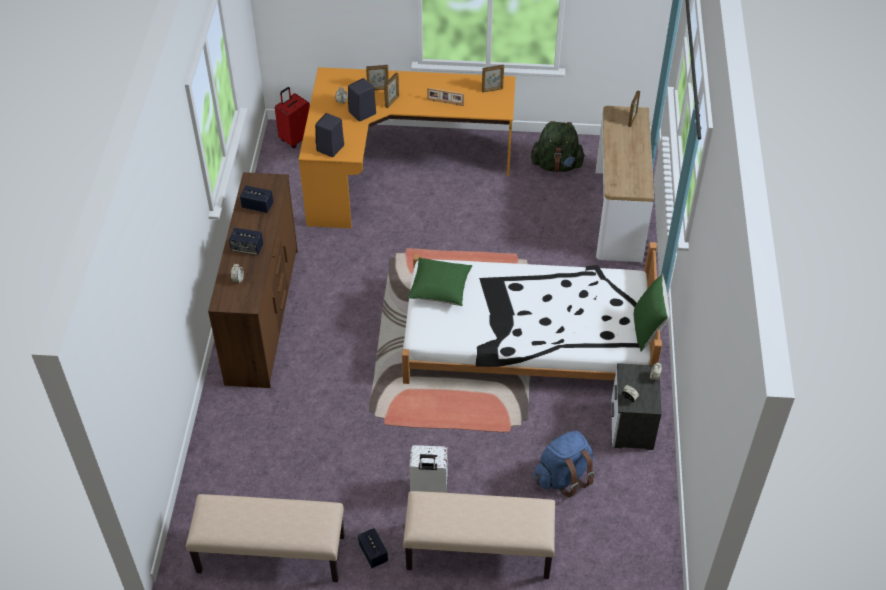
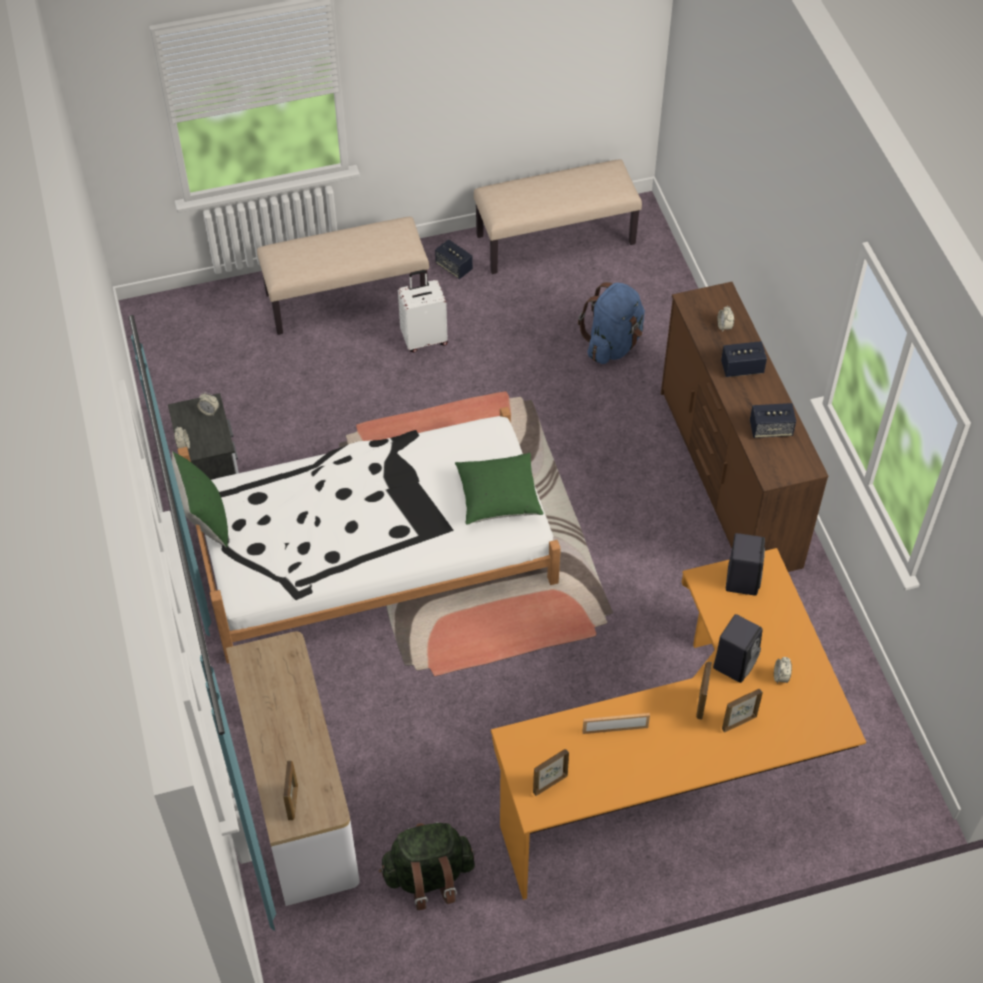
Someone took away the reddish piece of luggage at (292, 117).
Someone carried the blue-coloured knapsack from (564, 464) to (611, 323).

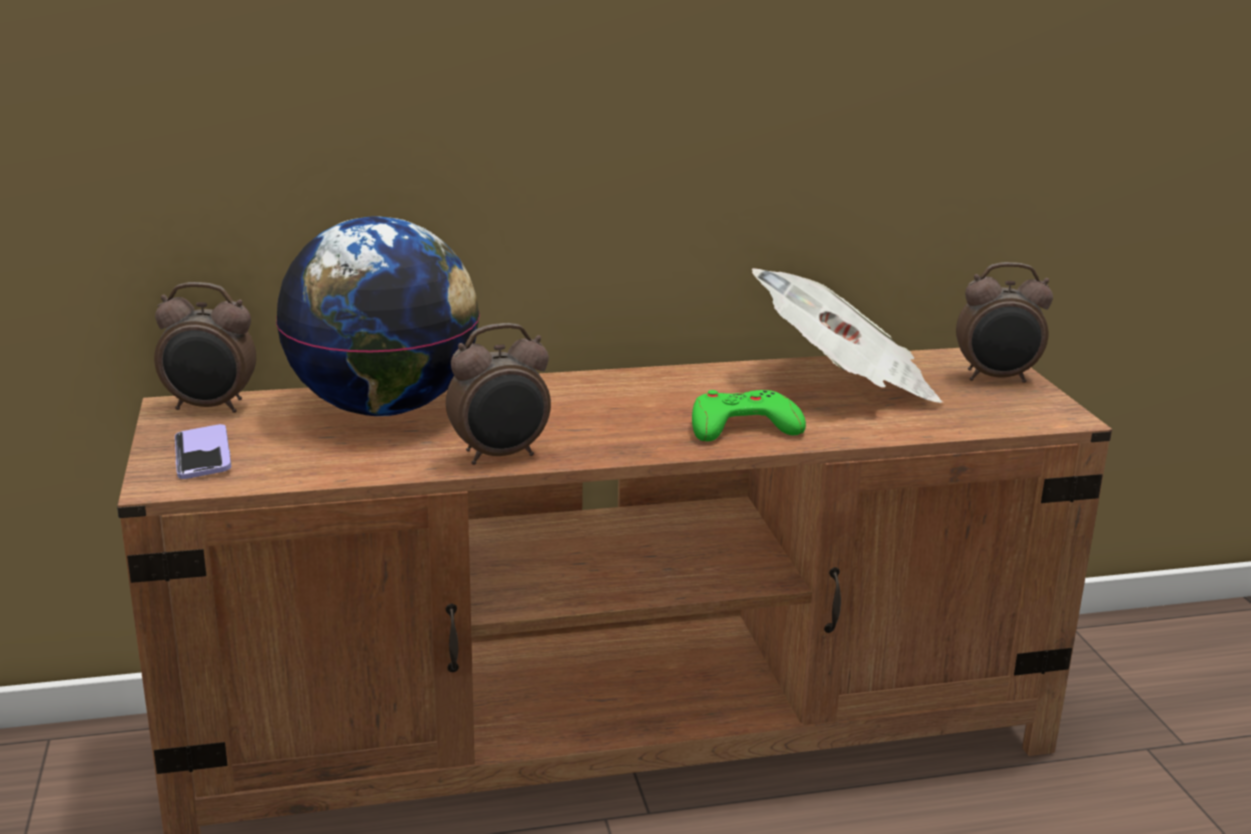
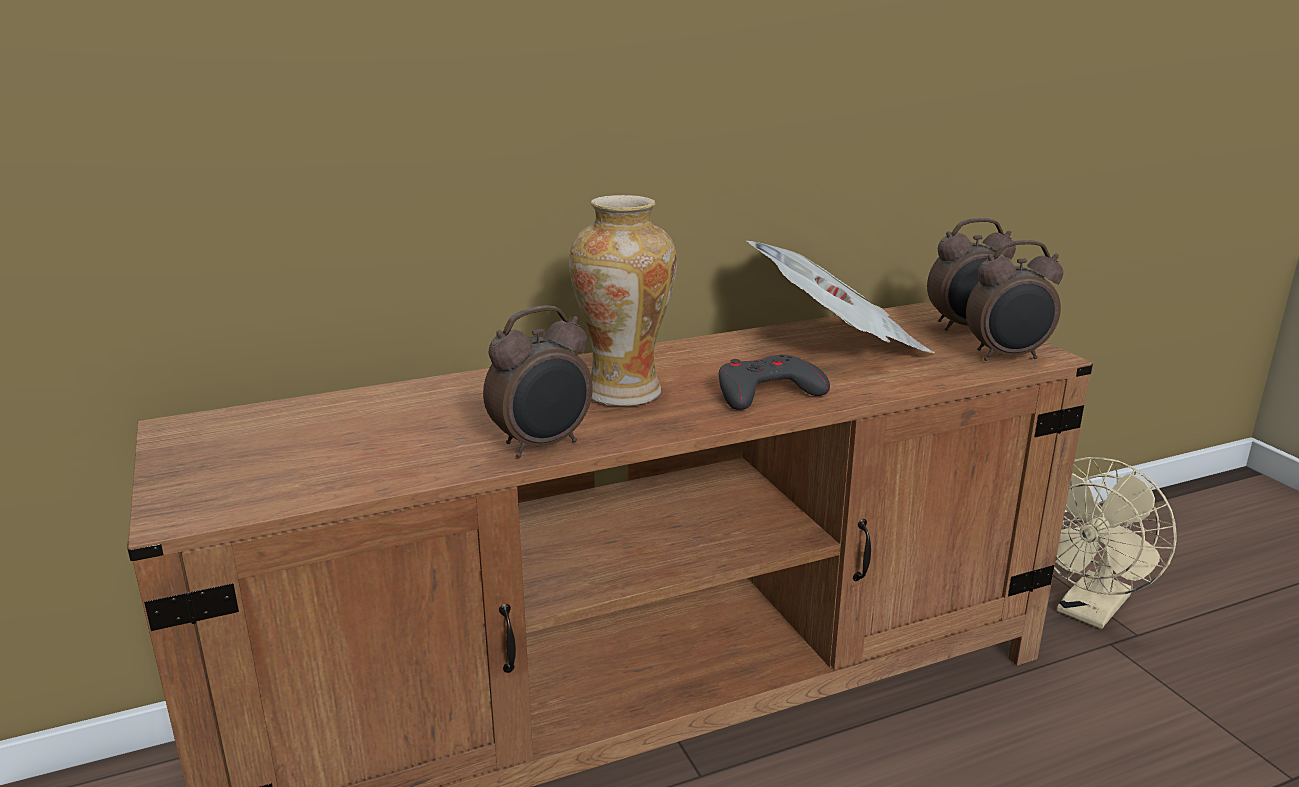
Someone took away the phone at (203, 451).
Someone took away the globe at (378, 316).
Someone put down the vase at (623, 300).
Someone put down the beige-coloured fan at (1115, 543).
Someone carried the alarm clock from (205, 347) to (1015, 300).
Someone repainted the greenish gamepad at (749, 415), which became the gray gamepad at (774, 382).

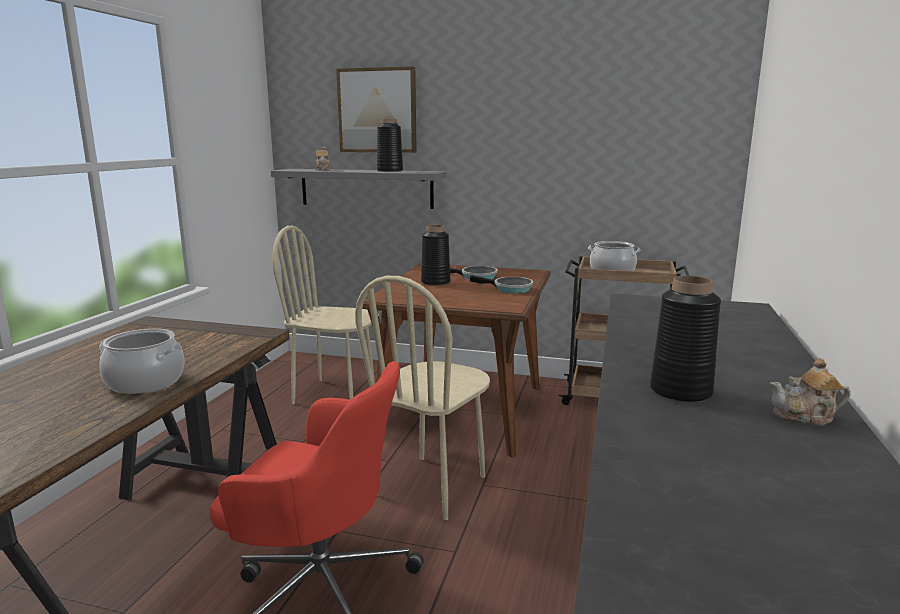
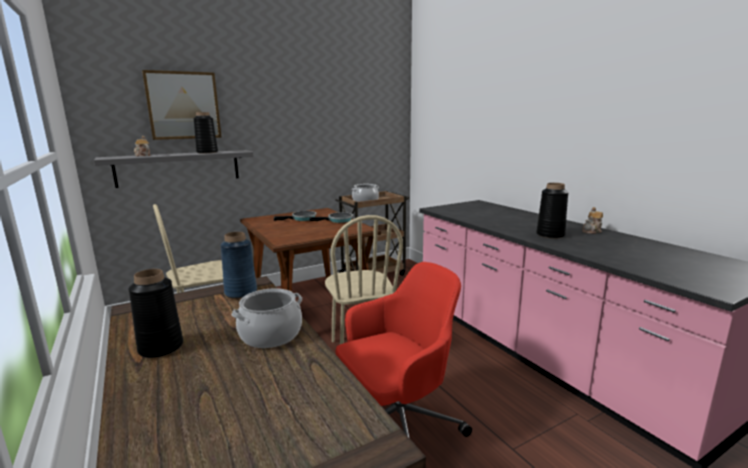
Someone put down the blue-coloured vase at (238, 265).
Someone carried the blackish vase from (435, 255) to (155, 313).

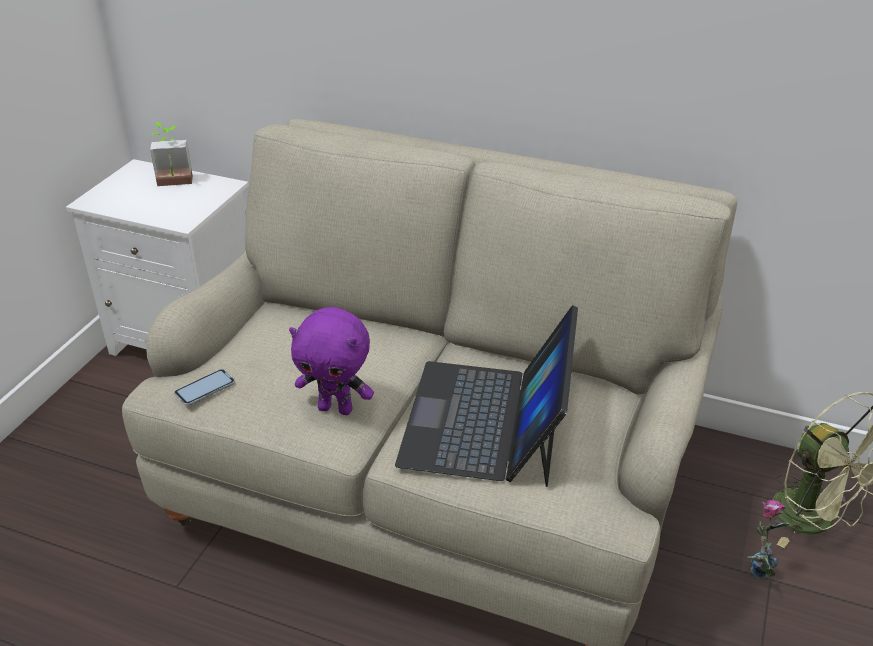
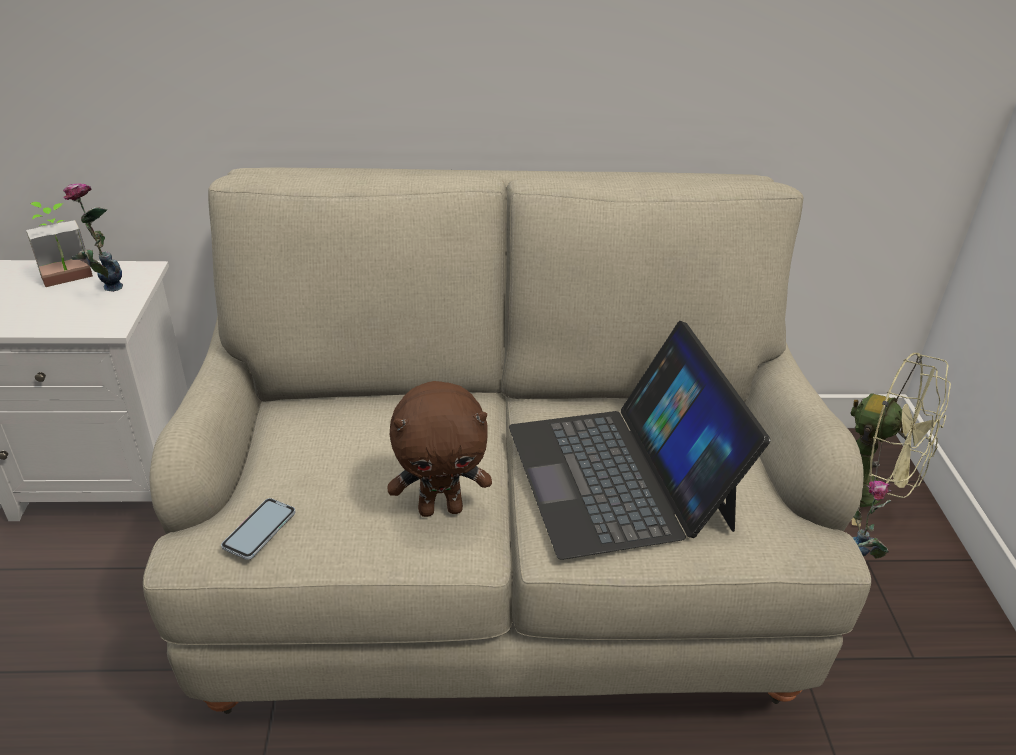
Someone put down the vase at (93, 237).
Someone repainted the purple soft toy at (331, 361), which became the brownish soft toy at (439, 449).

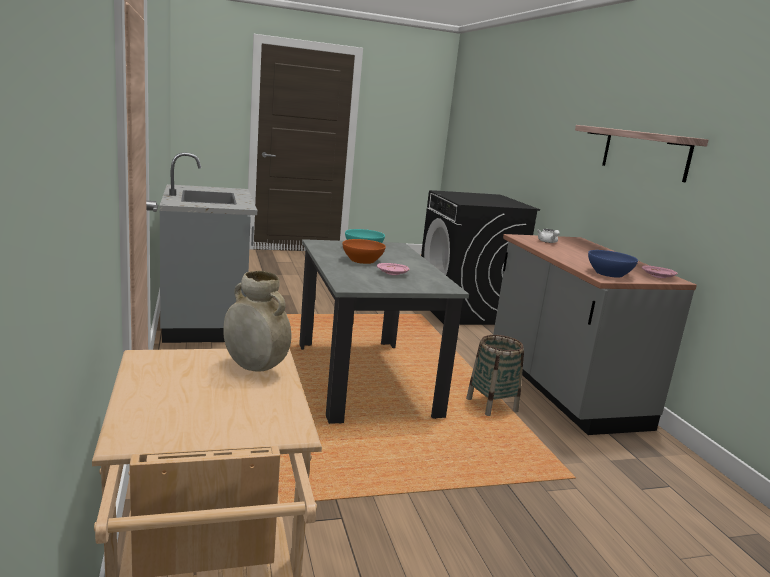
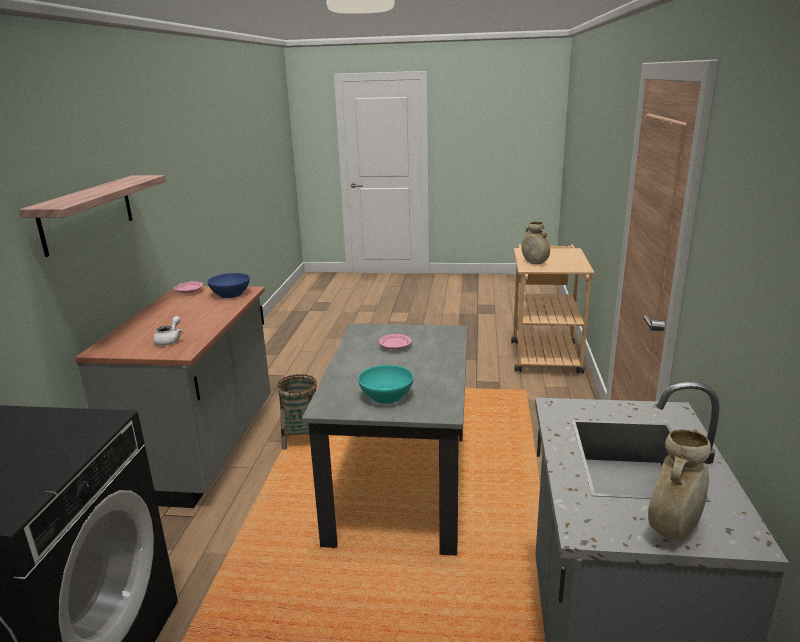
Someone took away the orange-coloured serving bowl at (364, 251).
Someone put down the beige-coloured vase at (679, 484).

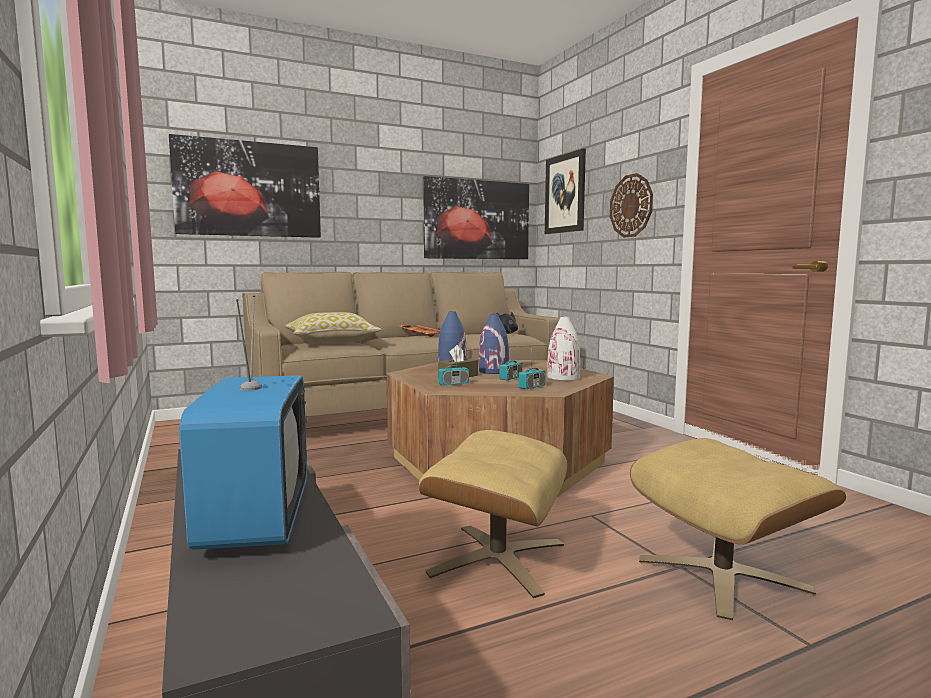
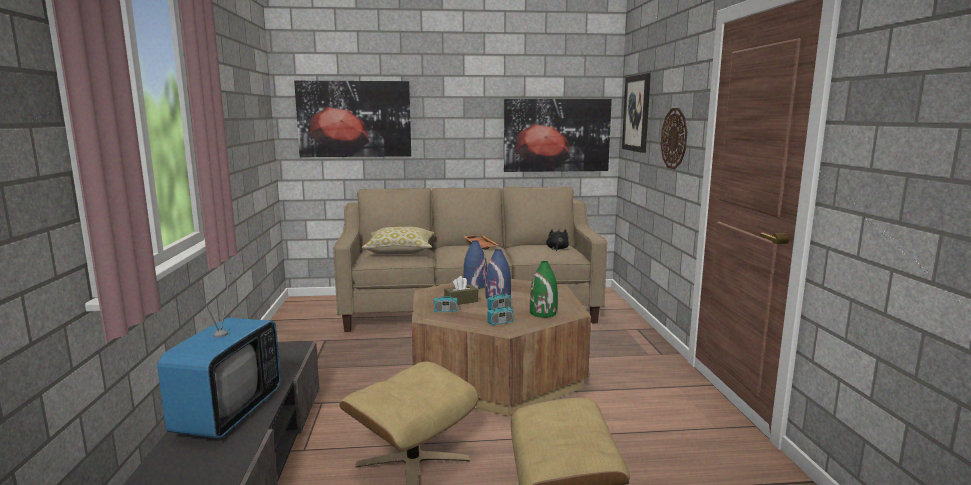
Someone repainted the white-coloured vase at (563, 349), which became the greenish vase at (544, 289).

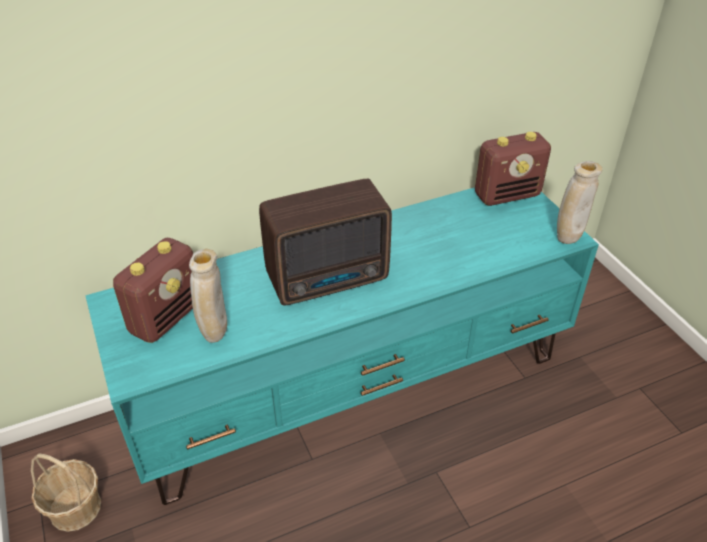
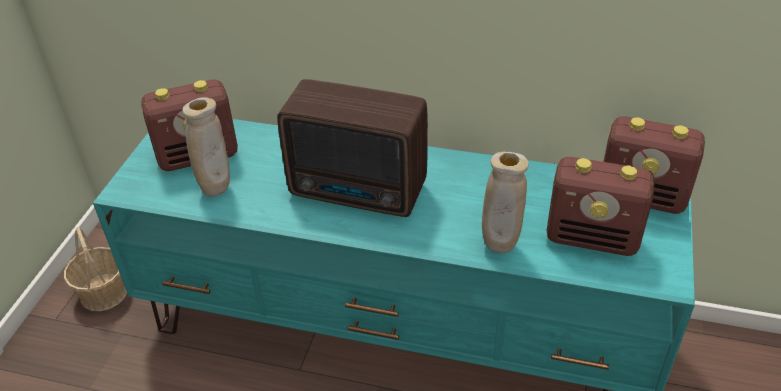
Someone put down the radio at (600, 206).
Someone carried the beige-coloured vase from (579, 202) to (505, 202).

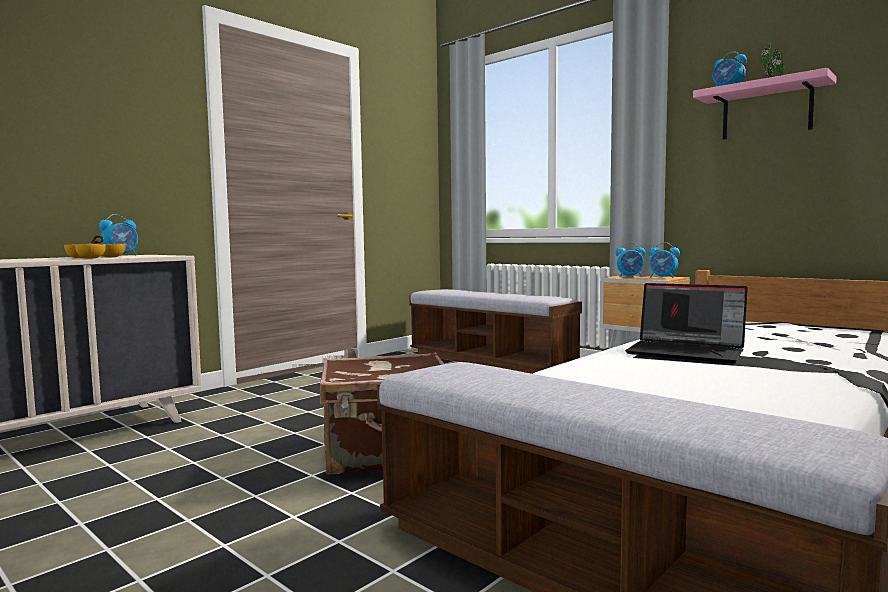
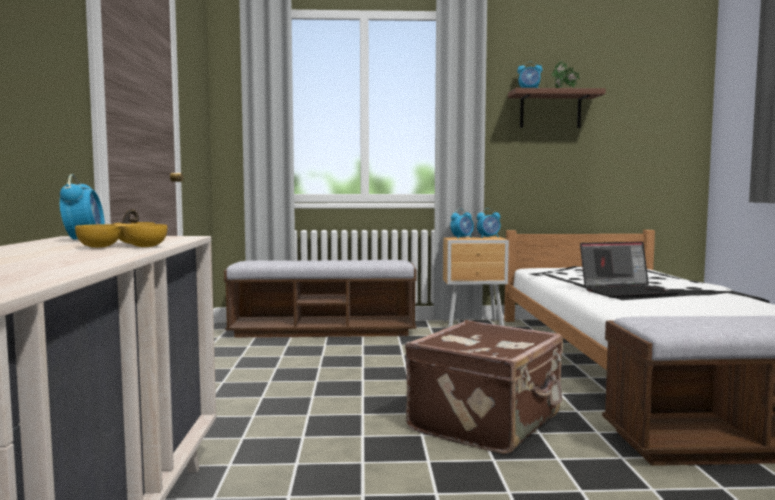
Someone repainted the pink shelf at (765, 103), which became the brownish shelf at (557, 108).

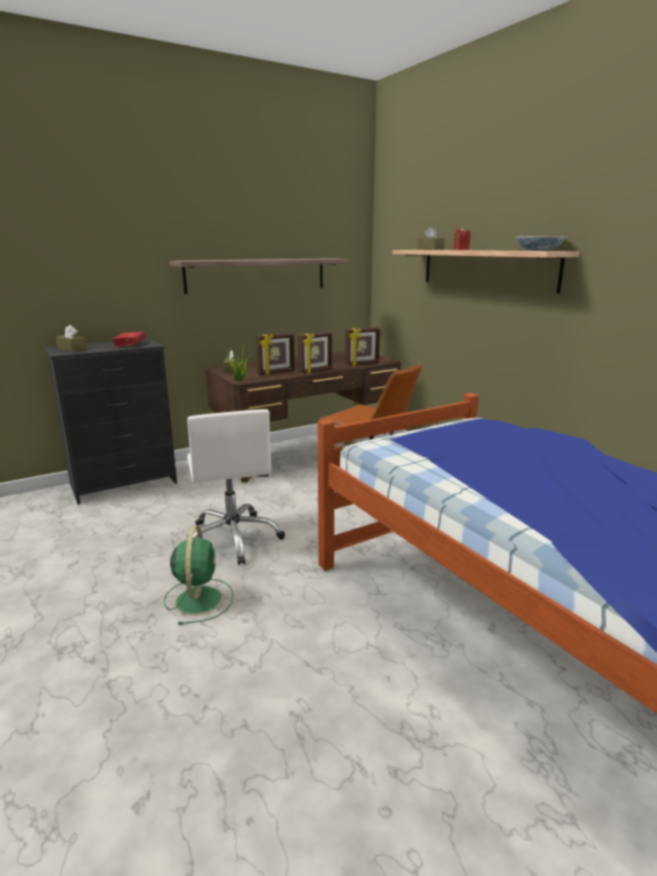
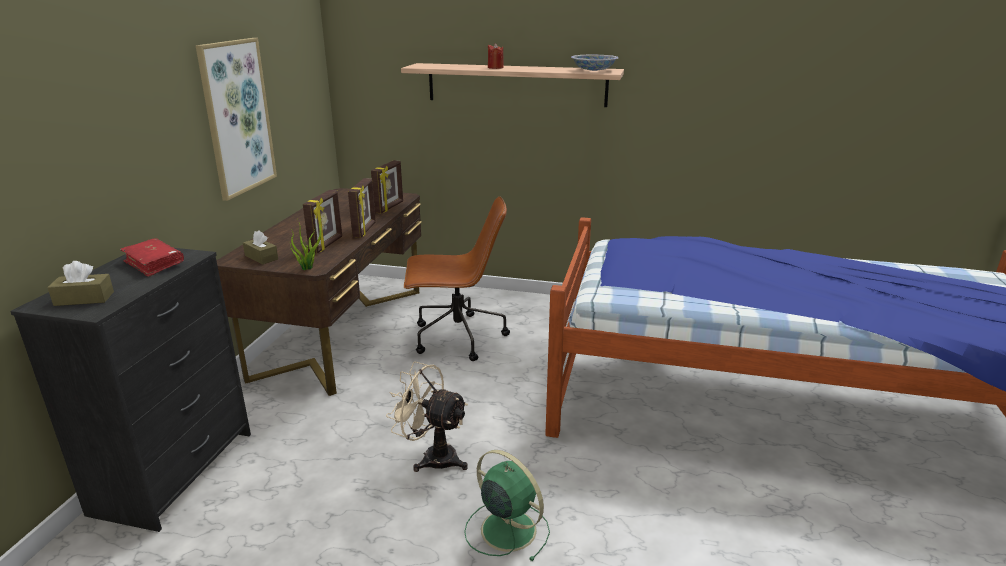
Someone took away the brownish tissue box at (431, 238).
Someone swapped the shelf at (259, 276) for the wall art at (236, 119).
Someone swapped the white-coloured desk chair at (236, 487) for the beige-coloured fan at (427, 417).

